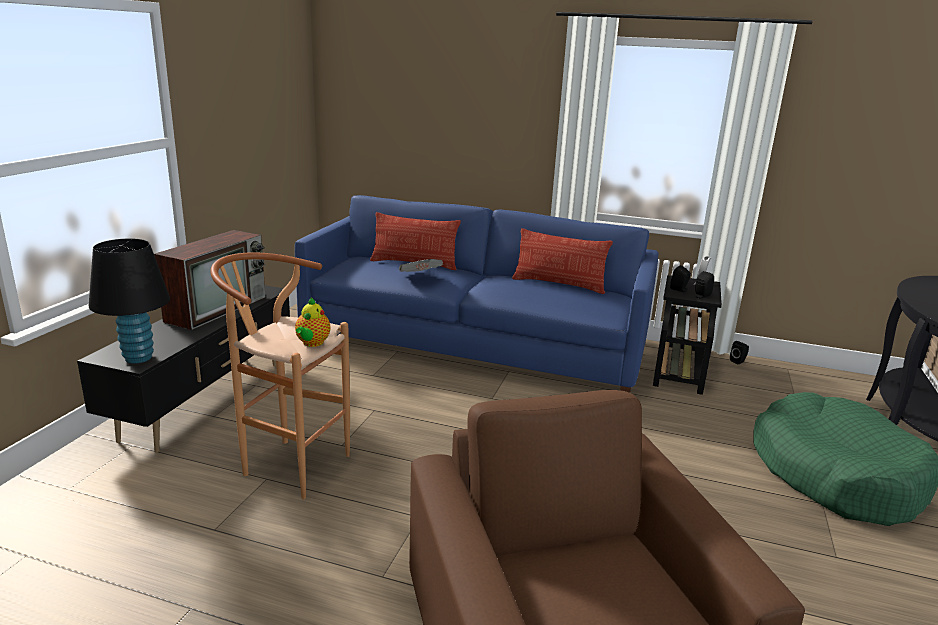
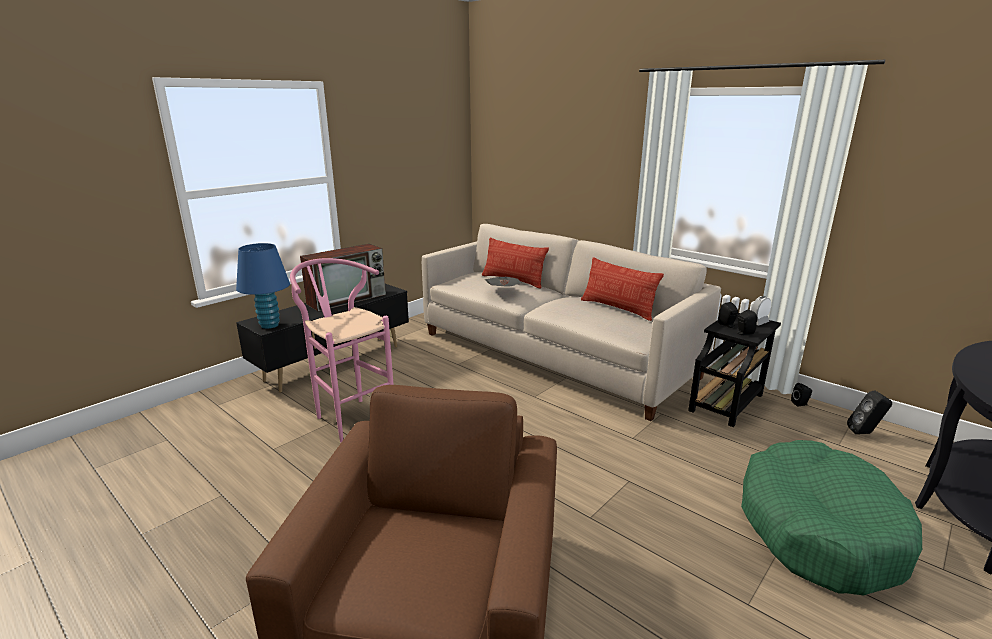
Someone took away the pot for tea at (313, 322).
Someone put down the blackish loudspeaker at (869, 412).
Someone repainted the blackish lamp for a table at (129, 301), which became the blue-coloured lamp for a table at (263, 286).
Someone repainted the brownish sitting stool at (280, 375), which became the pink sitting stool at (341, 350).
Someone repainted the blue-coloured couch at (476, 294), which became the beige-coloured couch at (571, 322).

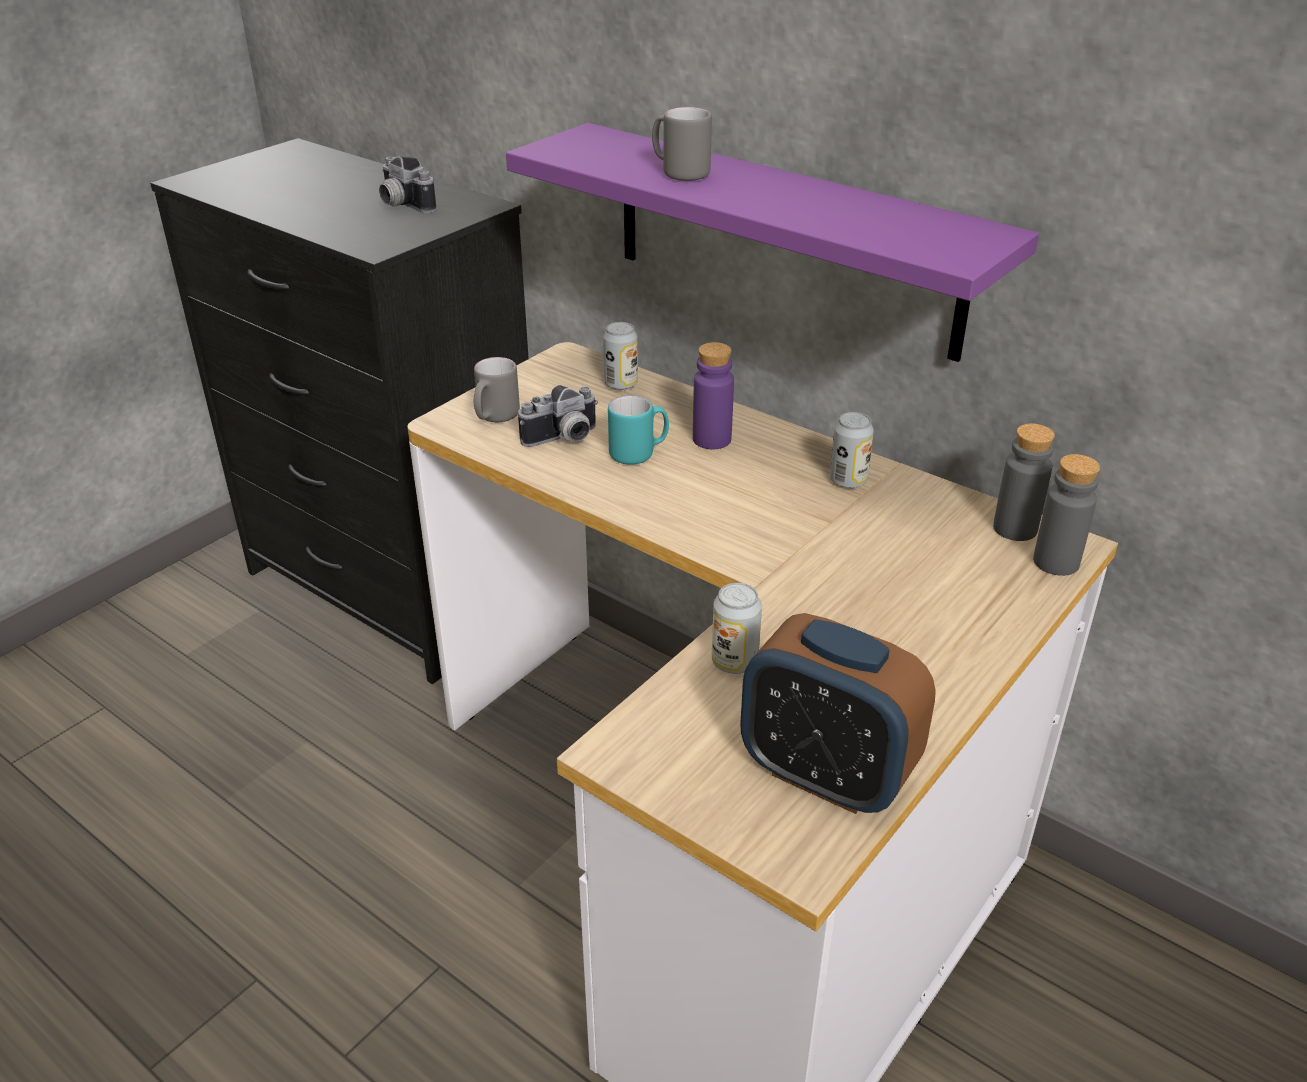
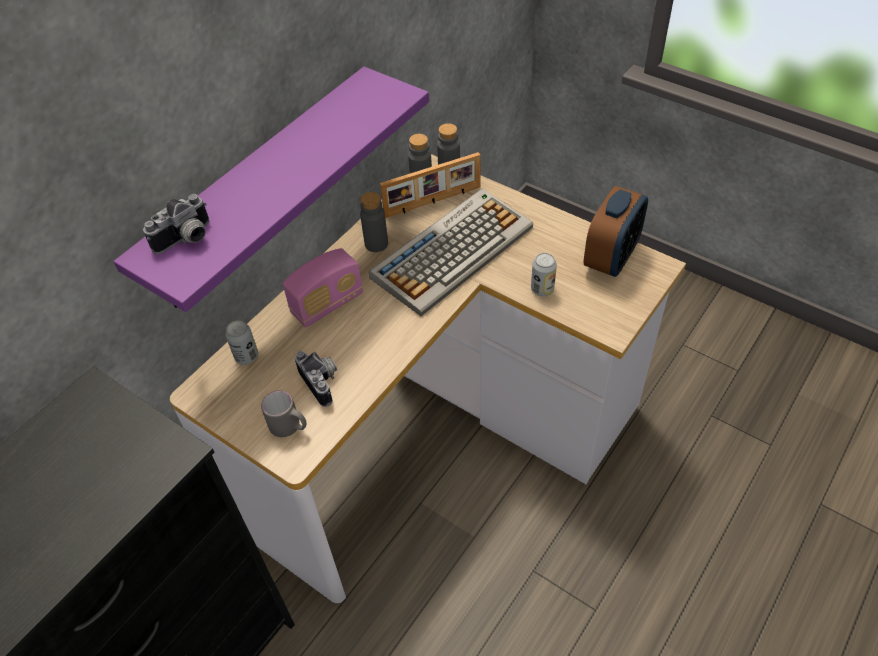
Someone took away the blue-green tea mug at (638, 430).
Someone took away the gray tea mug at (682, 144).
Someone put down the computer keyboard at (451, 252).
Someone put down the standing frame at (430, 185).
Someone carried the still camera from (407, 184) to (176, 224).
Someone swapped the purple drink bottle at (713, 395) for the radio at (323, 287).
Someone swapped the sealed can at (852, 450) for the gray drink bottle at (374, 222).

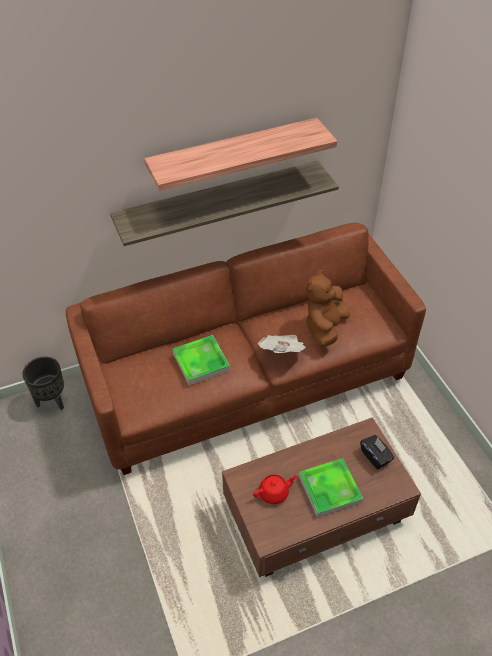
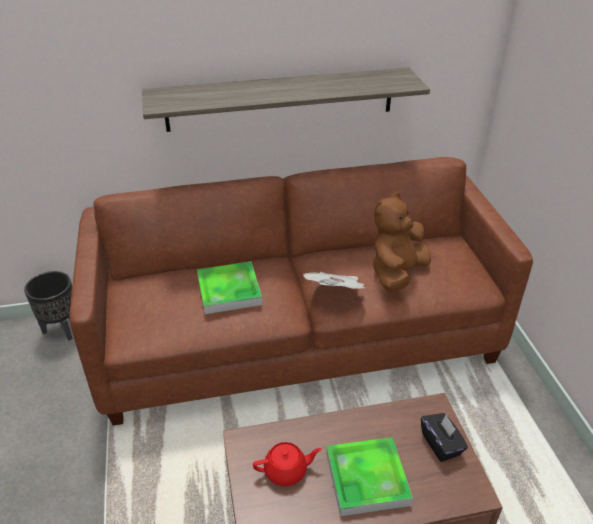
Someone took away the shelf at (240, 154).

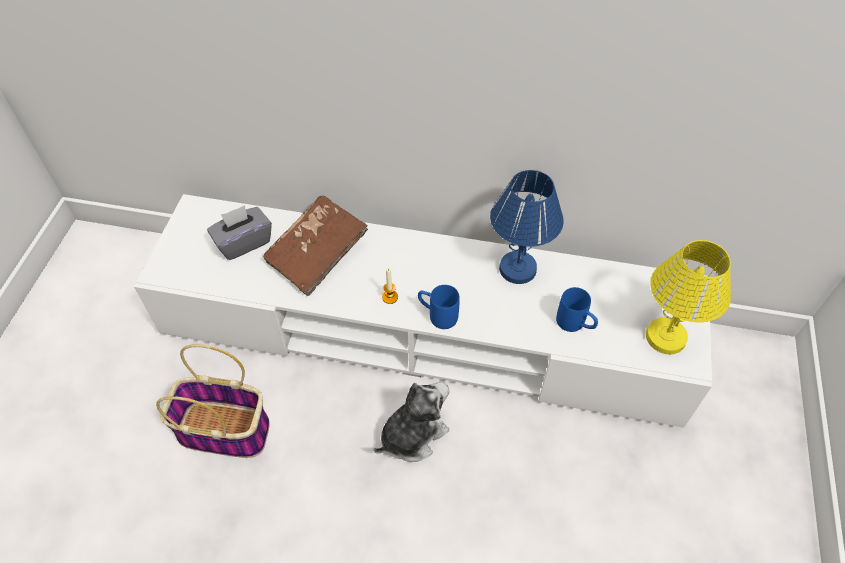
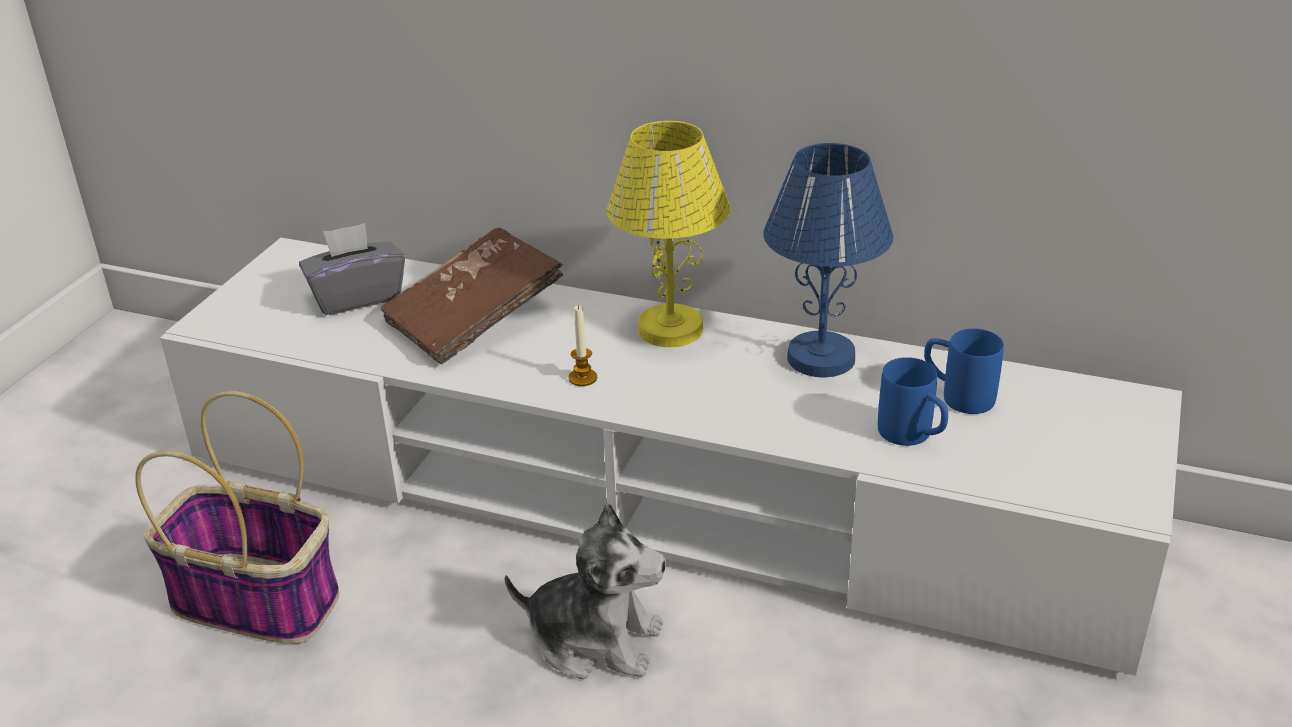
Someone carried the blue-coloured tea mug from (439, 307) to (964, 371).
Someone carried the yellow-coloured lamp for a table from (688, 297) to (668, 234).
Someone rotated the soft toy at (411, 422) by 45 degrees clockwise.

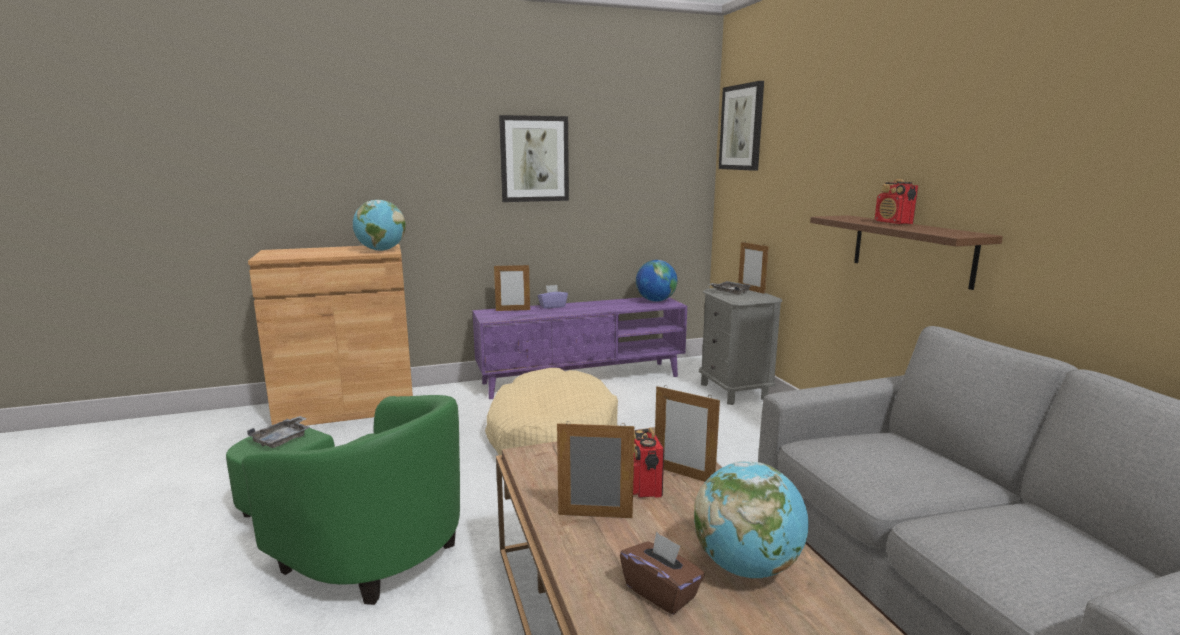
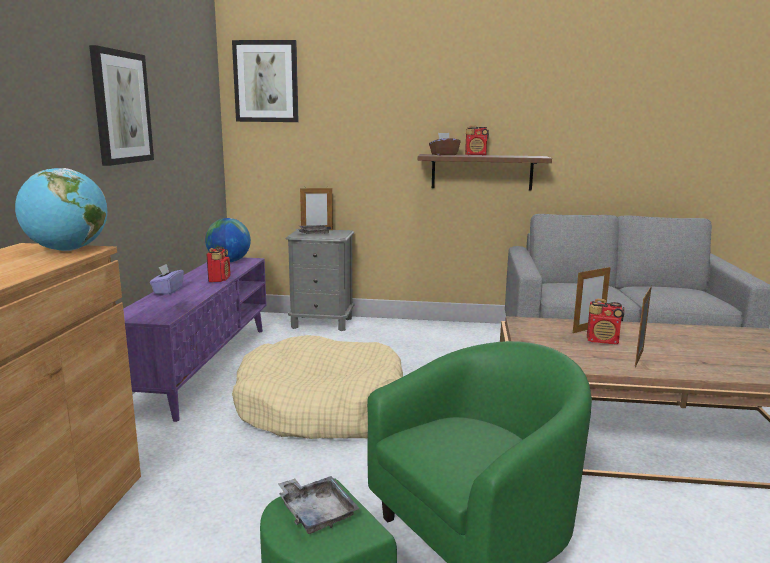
Someone took away the standing frame at (512, 287).
Someone took away the globe at (751, 519).
Someone put down the radio at (218, 264).
Someone carried the brownish tissue box from (662, 573) to (445, 144).

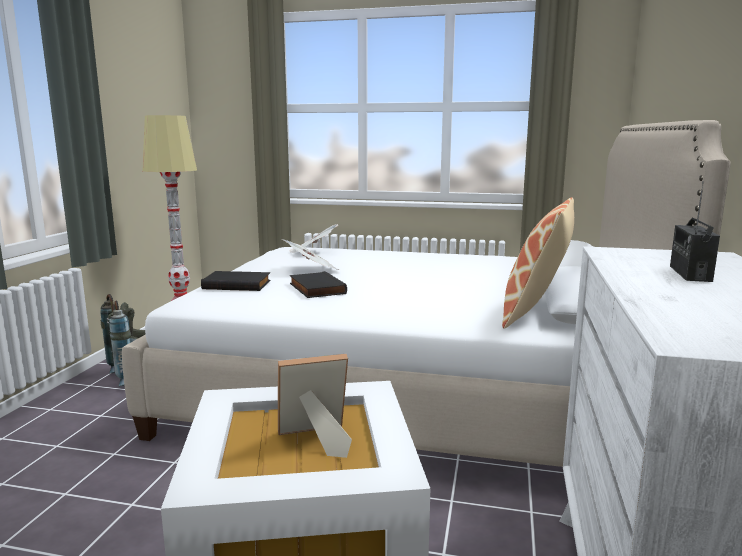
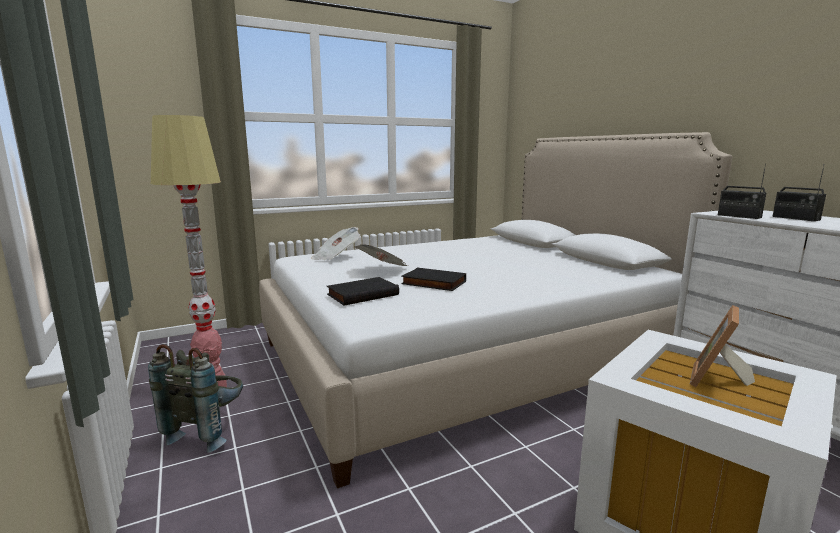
Someone took away the cushion at (538, 263).
Someone put down the radio at (742, 191).

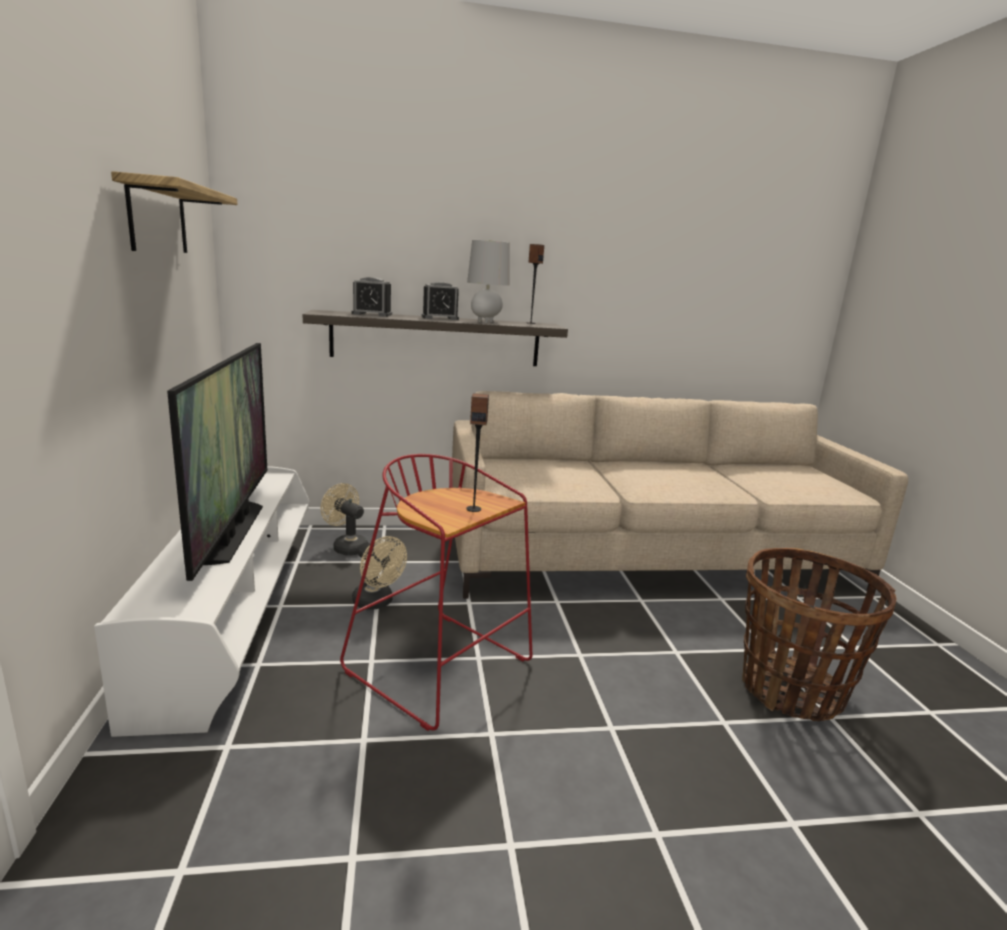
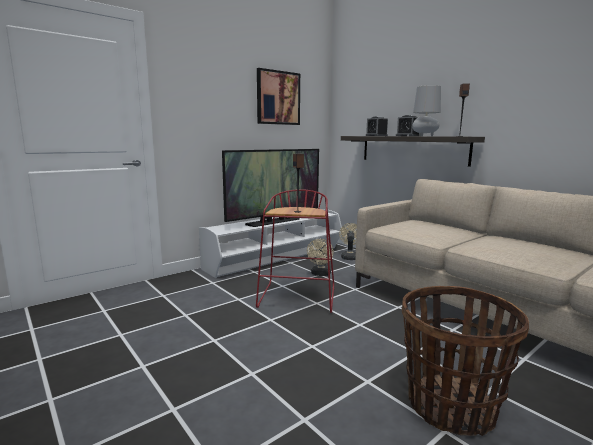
Someone swapped the shelf at (174, 212) for the wall art at (278, 96).

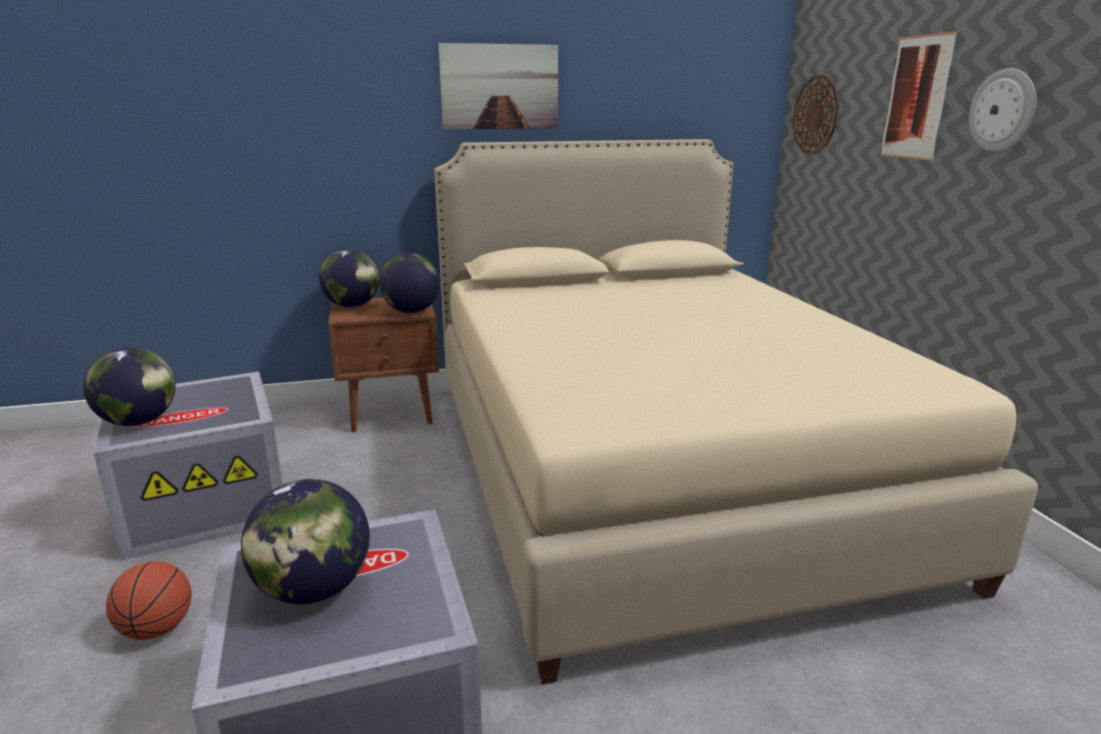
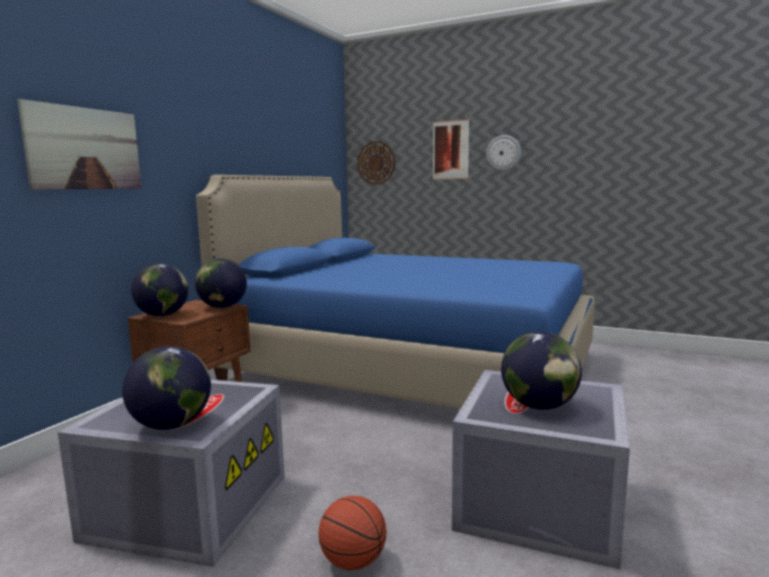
Someone carried the wall art from (498, 86) to (79, 144).
Someone repainted the beige-coloured bed at (736, 412), which became the blue-coloured bed at (395, 292).

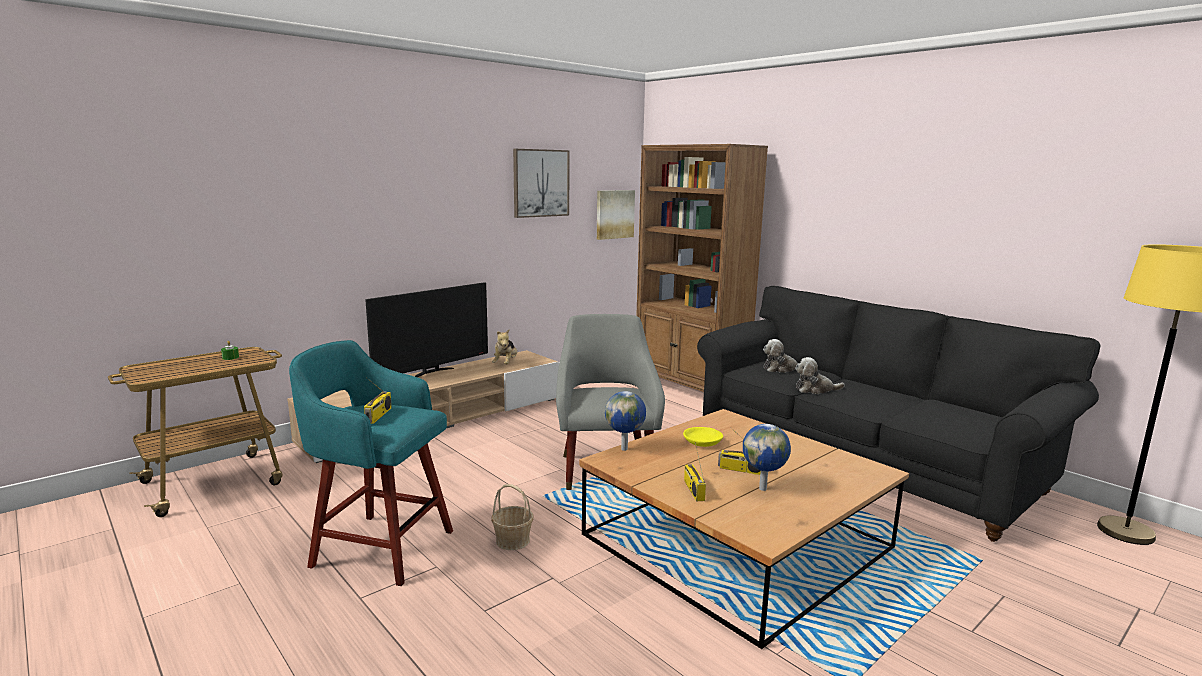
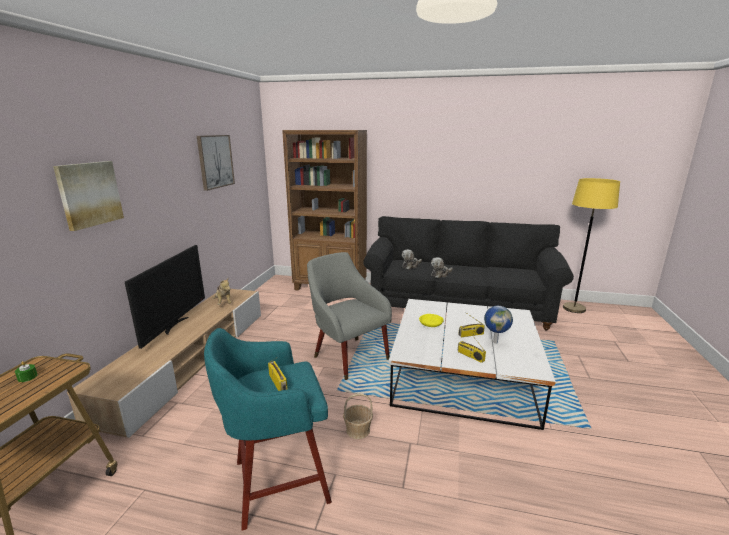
Someone took away the globe at (625, 421).
Someone carried the wall art from (616, 215) to (88, 196).
Someone repainted the brownish lounge table at (744, 529), which became the white-coloured lounge table at (472, 364).

